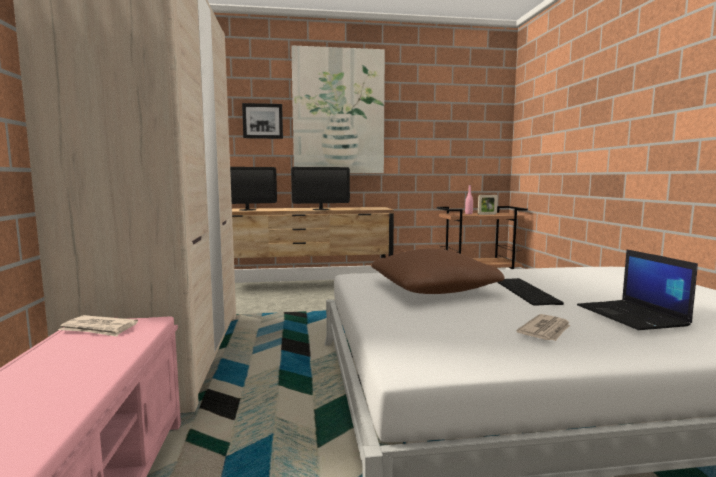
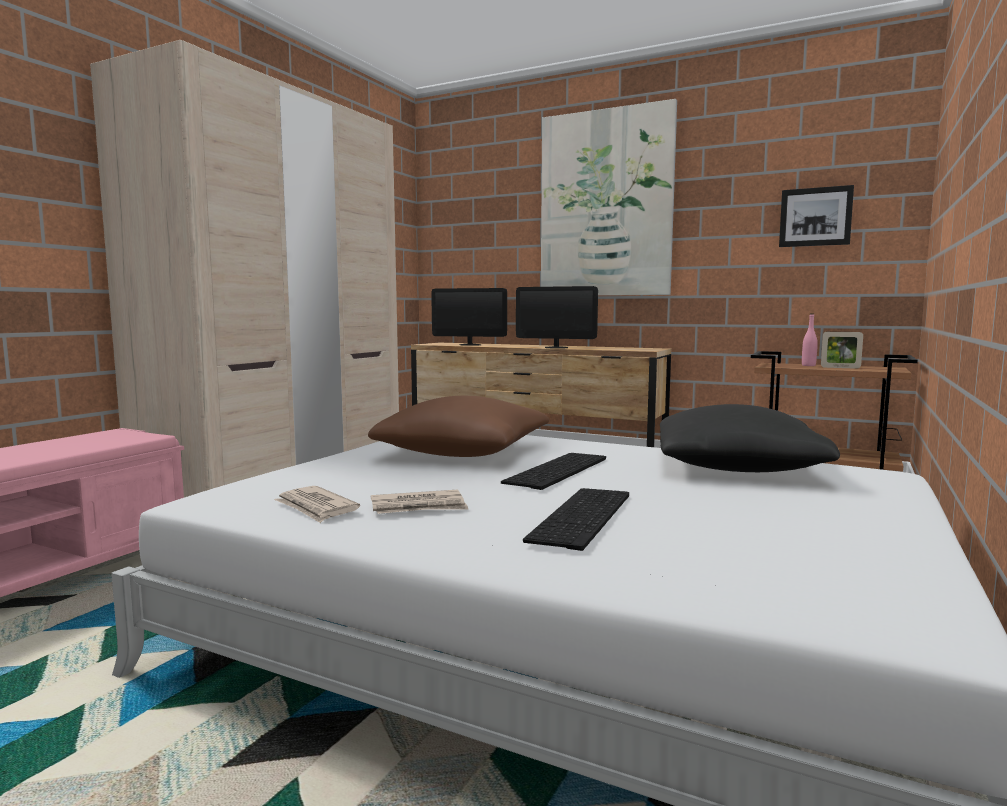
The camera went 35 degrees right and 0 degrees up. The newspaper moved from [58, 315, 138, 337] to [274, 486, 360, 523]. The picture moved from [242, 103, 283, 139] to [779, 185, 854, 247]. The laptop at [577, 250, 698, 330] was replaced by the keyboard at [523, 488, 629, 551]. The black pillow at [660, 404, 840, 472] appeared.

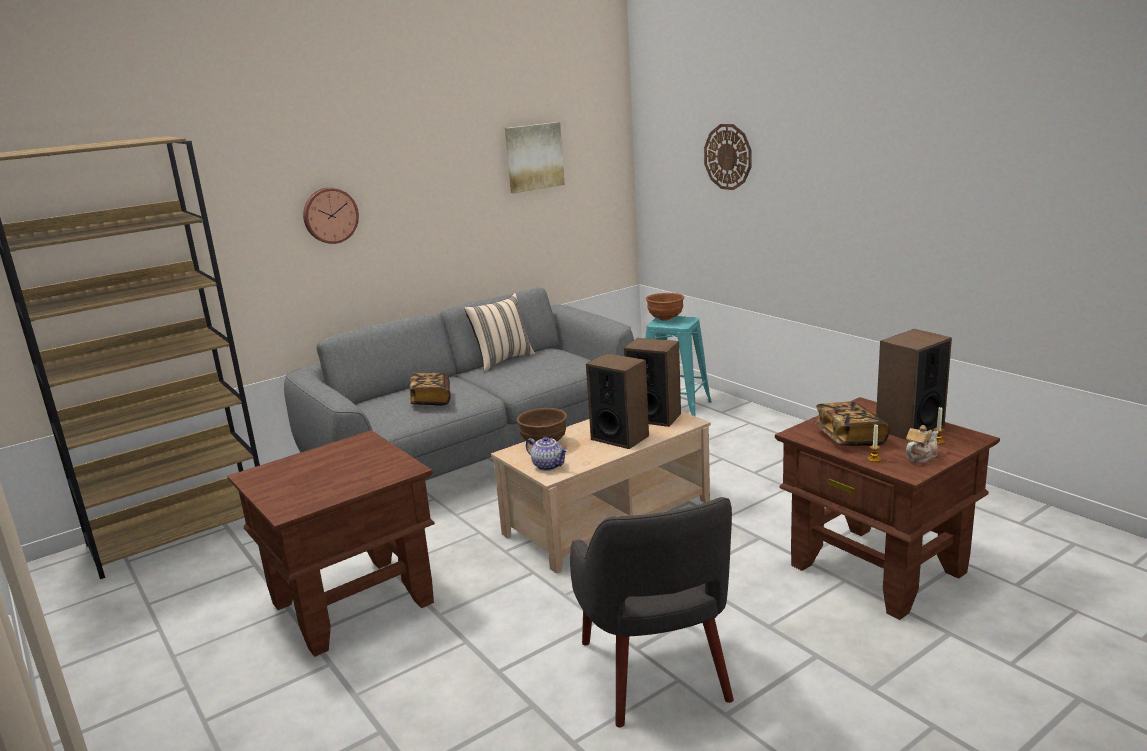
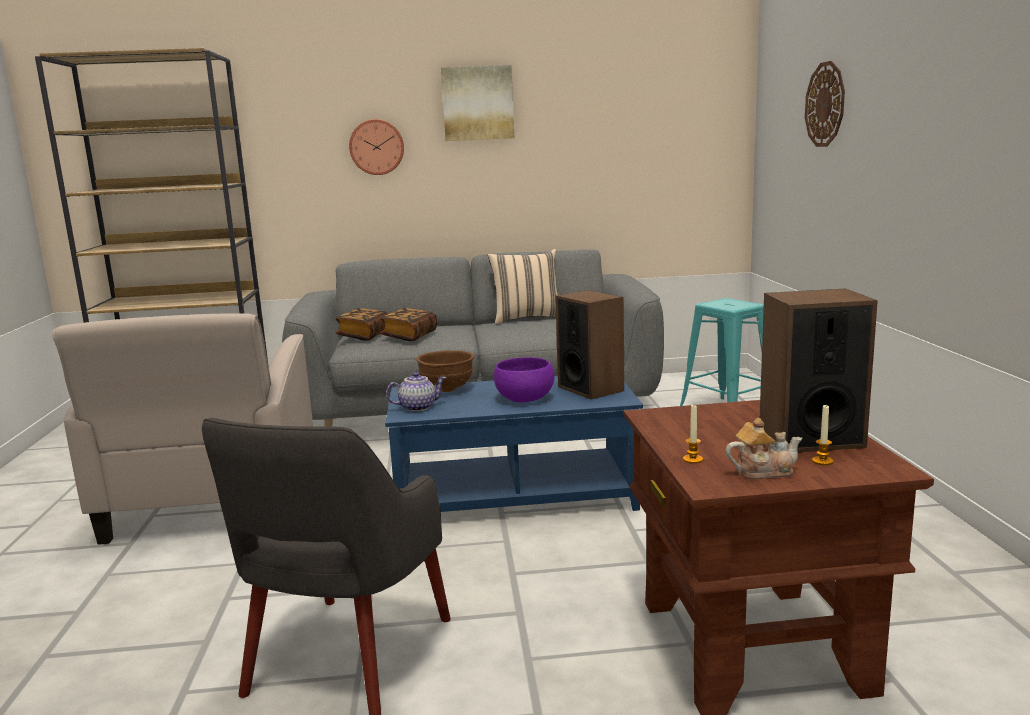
The camera went 30 degrees right and 5 degrees down. The brown side table at [227, 430, 435, 657] was replaced by the beige armchair at [52, 313, 313, 545]. The beige coffee table at [491, 411, 711, 574] became the blue coffee table at [385, 376, 643, 512]. The picture moved from [505, 122, 565, 193] to [441, 65, 514, 141]. The teapot at [526, 437, 568, 471] turned 90 degrees counterclockwise. The speaker at [586, 353, 649, 449] was replaced by the purple bowl at [494, 357, 554, 402]. The brown bowl at [646, 293, 684, 321] disappeared. The book moved from [814, 402, 890, 446] to [335, 308, 389, 341].

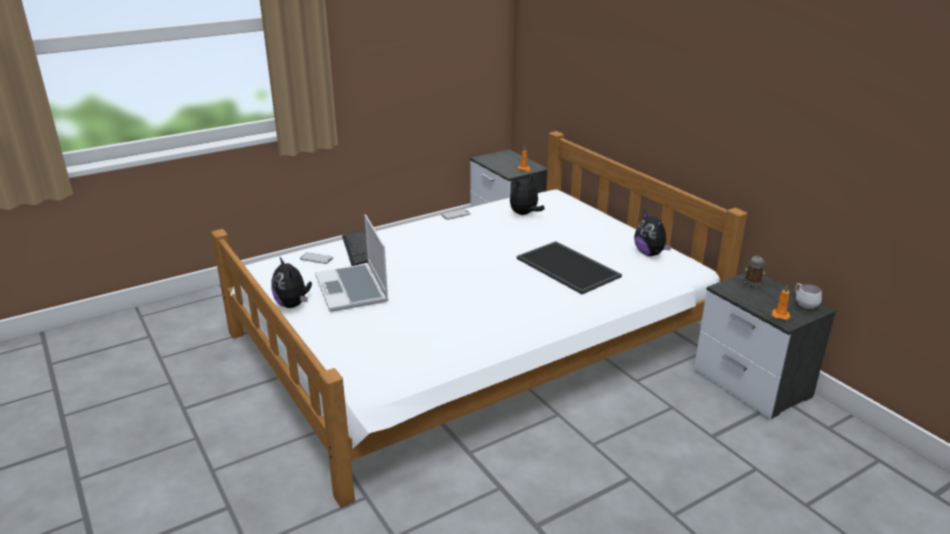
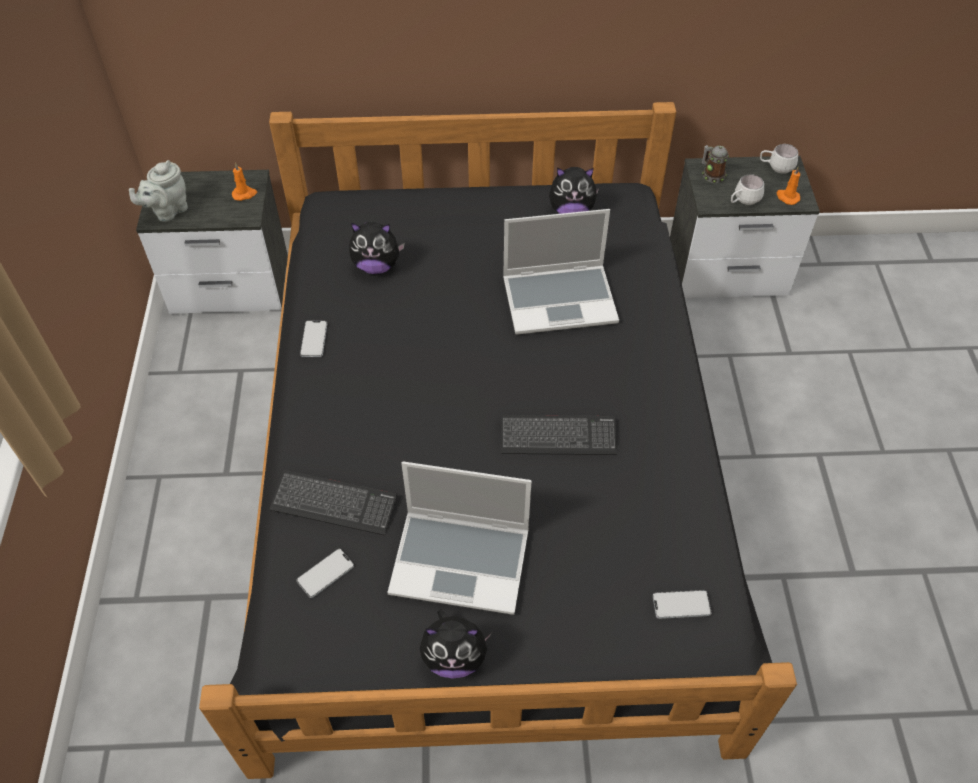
The camera went 60 degrees left and 25 degrees up. The white bed at [211, 131, 747, 507] became the black bed at [199, 102, 797, 779]. The plush toy at [510, 175, 545, 215] turned 75 degrees counterclockwise. The tray at [517, 241, 622, 294] was replaced by the laptop at [503, 209, 619, 335]. The grey teapot at [129, 160, 188, 222] appeared. The keyboard at [501, 415, 617, 455] appeared. The phone at [653, 590, 712, 619] appeared. The white mug at [731, 174, 764, 205] appeared.

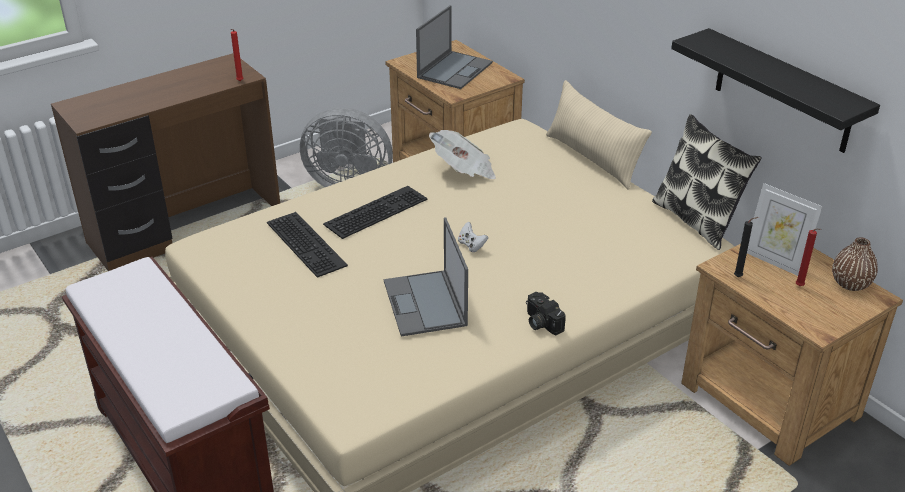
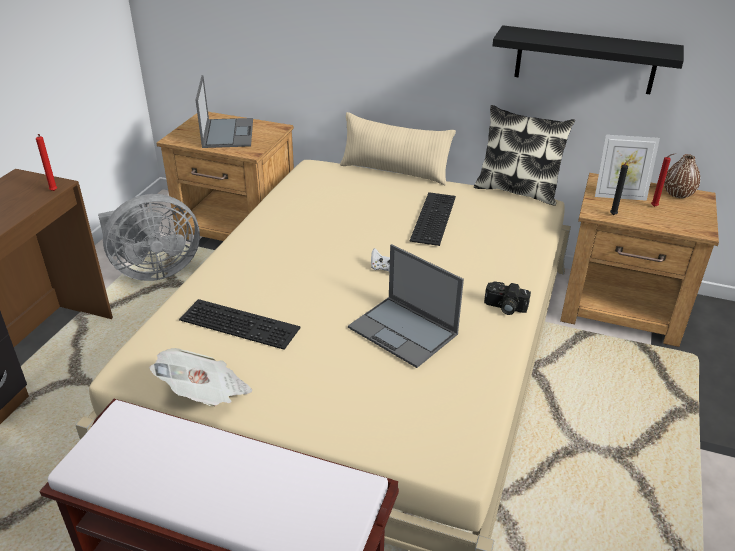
The camera went 35 degrees left and 0 degrees up. The keyboard moved from [323, 186, 428, 239] to [410, 192, 456, 246]. The newspaper moved from [429, 130, 496, 179] to [149, 348, 252, 406].

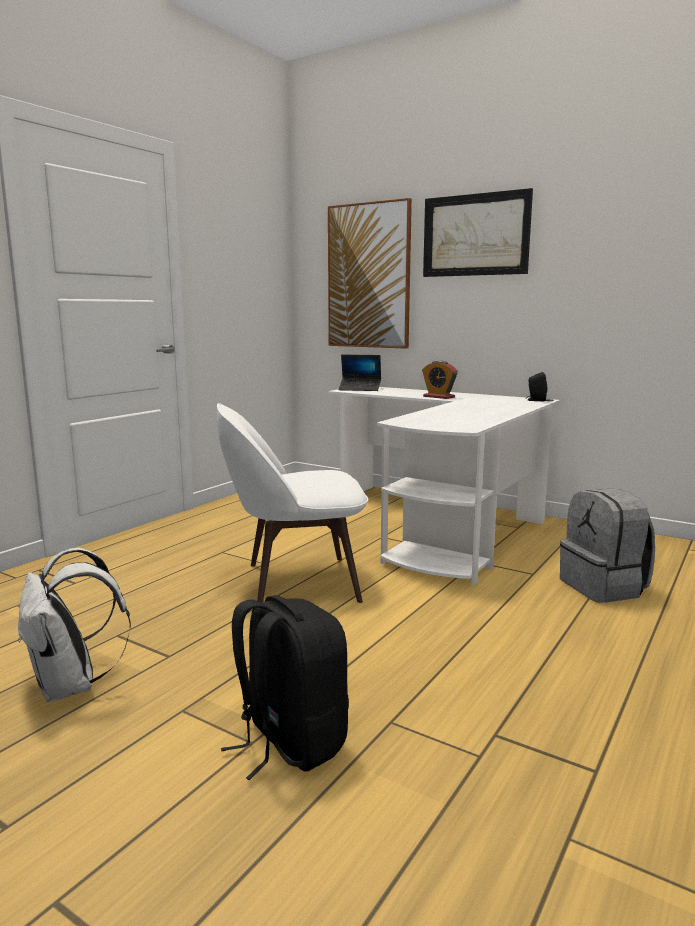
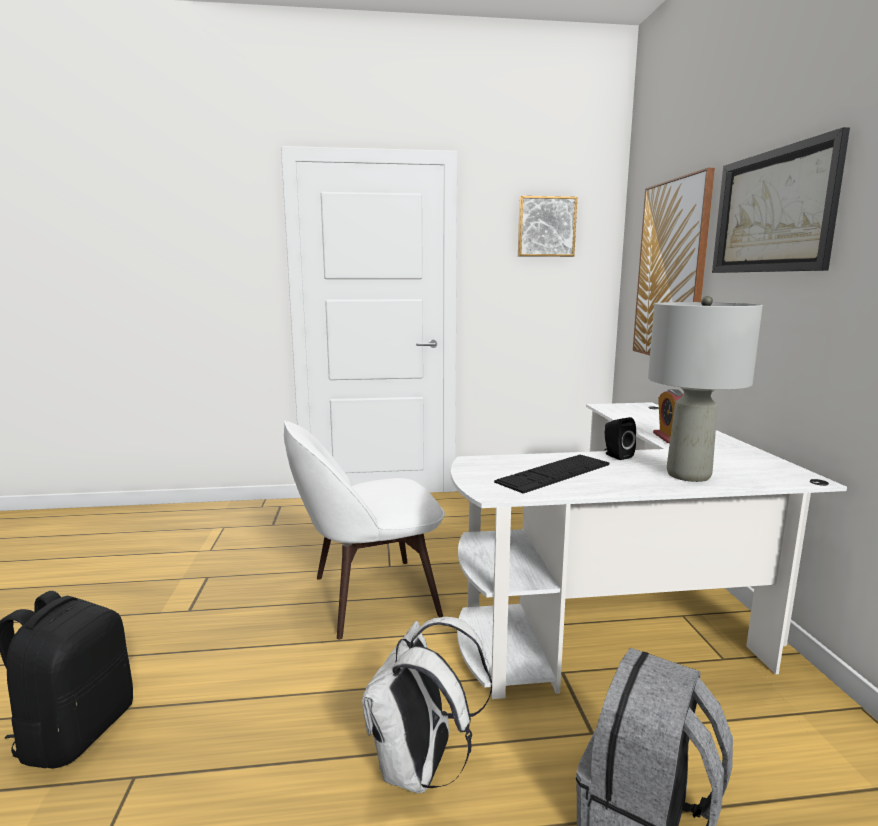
The camera went 50 degrees right and 0 degrees up. The white backpack moved from [18, 548, 131, 702] to [362, 617, 492, 793]. The white chair at [217, 403, 368, 603] turned 60 degrees counterclockwise. The laptop at [339, 355, 381, 391] disappeared. The black speaker moved from [526, 372, 547, 401] to [605, 417, 636, 460]. The keyboard at [494, 454, 609, 494] appeared. The picture at [518, 196, 577, 257] appeared. The grey table lamp at [648, 296, 763, 482] appeared.

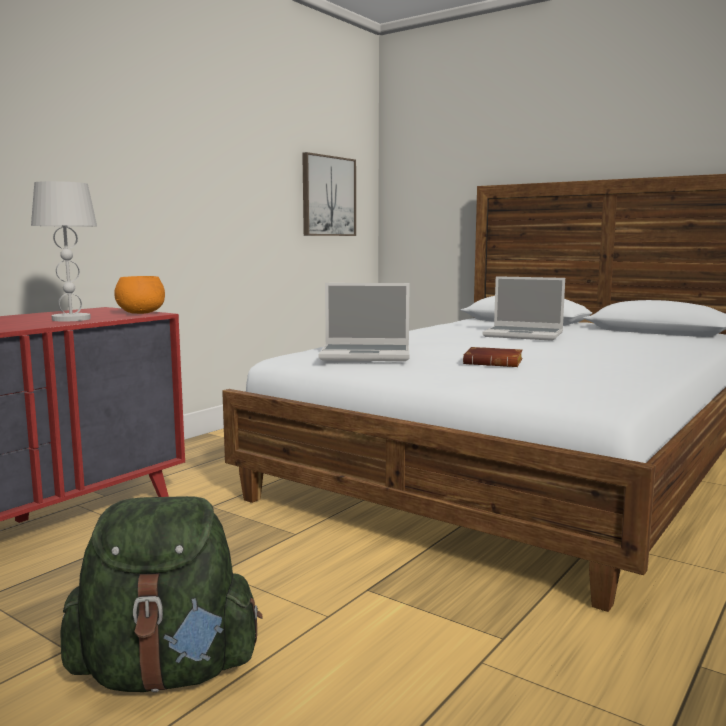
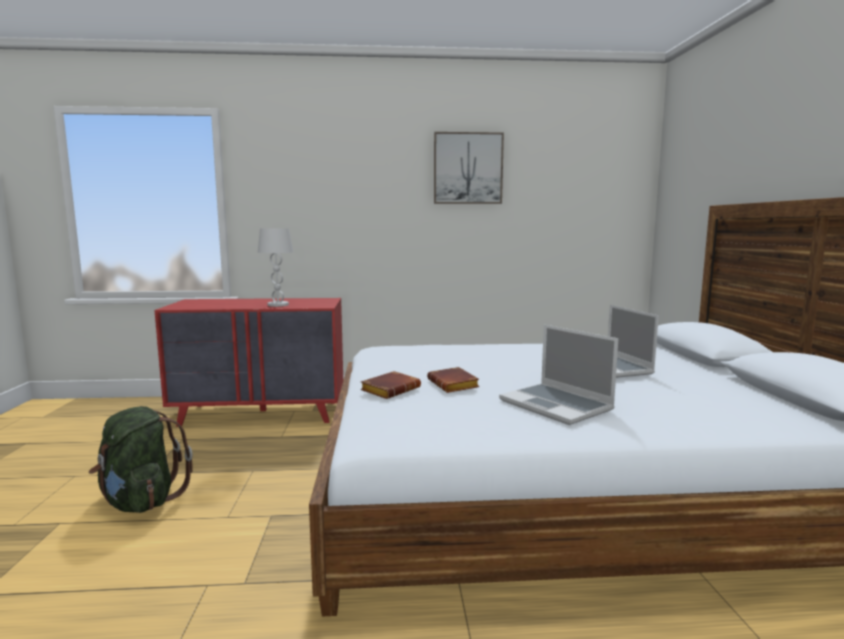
The camera went 50 degrees right and 0 degrees up. The orange bowl at [114, 276, 165, 314] disappeared. The picture moved from [302, 152, 356, 236] to [434, 132, 504, 204]. The laptop moved from [319, 283, 410, 361] to [499, 325, 618, 425]. The brown book at [360, 371, 421, 399] appeared.

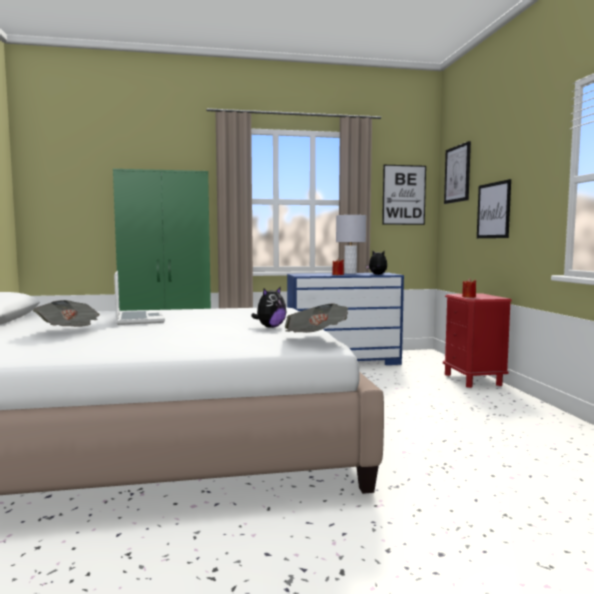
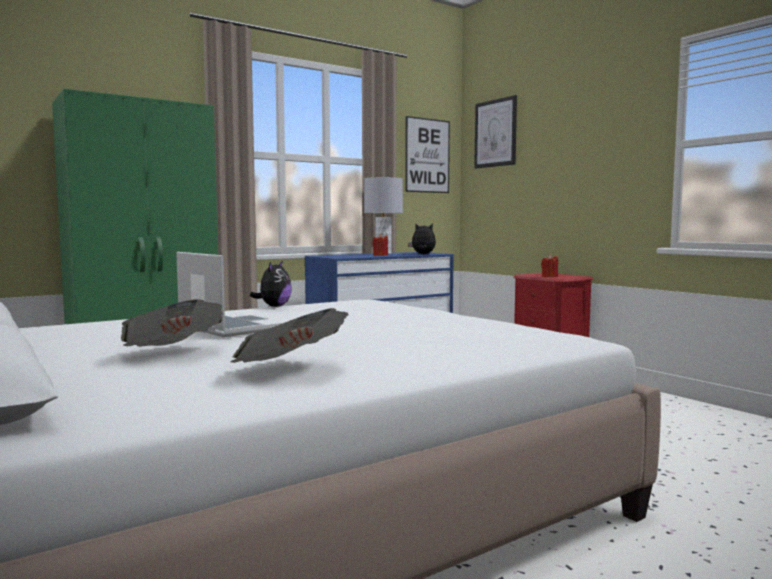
The camera went 25 degrees left and 0 degrees up. The plush toy moved from [251, 287, 287, 328] to [250, 260, 292, 307]. The newspaper moved from [285, 303, 348, 333] to [230, 308, 349, 363]. The picture at [477, 179, 511, 238] disappeared.

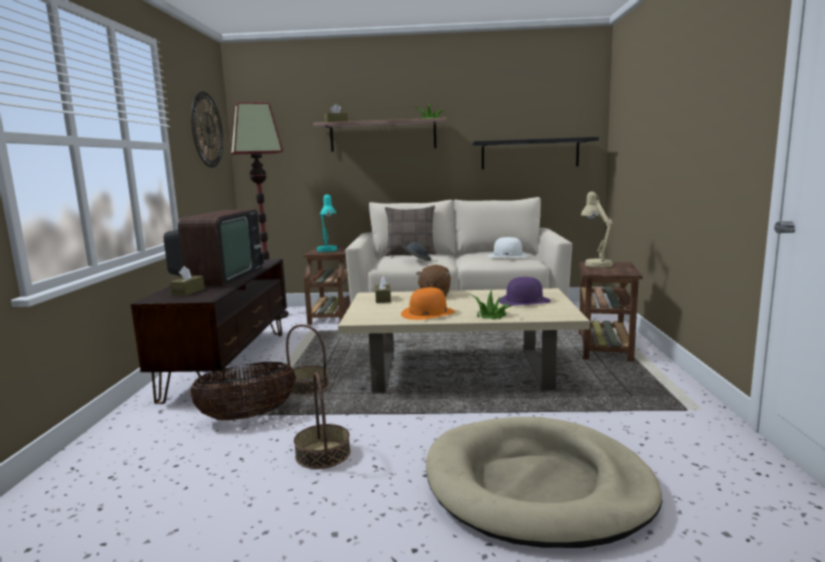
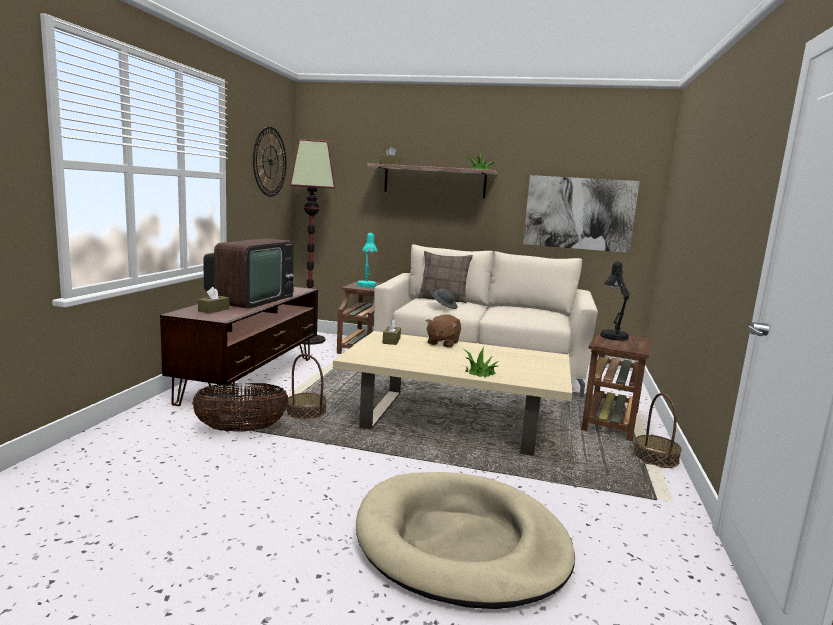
The camera went 10 degrees right and 0 degrees up. The basket moved from [294, 372, 351, 469] to [633, 393, 682, 468]. The orange hat at [401, 287, 455, 320] disappeared. The black shelf at [472, 137, 599, 169] was replaced by the picture at [523, 175, 640, 253]. The white hat at [488, 237, 529, 258] disappeared. The purple hat at [499, 277, 551, 306] disappeared. The beige table lamp at [581, 192, 613, 268] became the black table lamp at [600, 261, 630, 341].

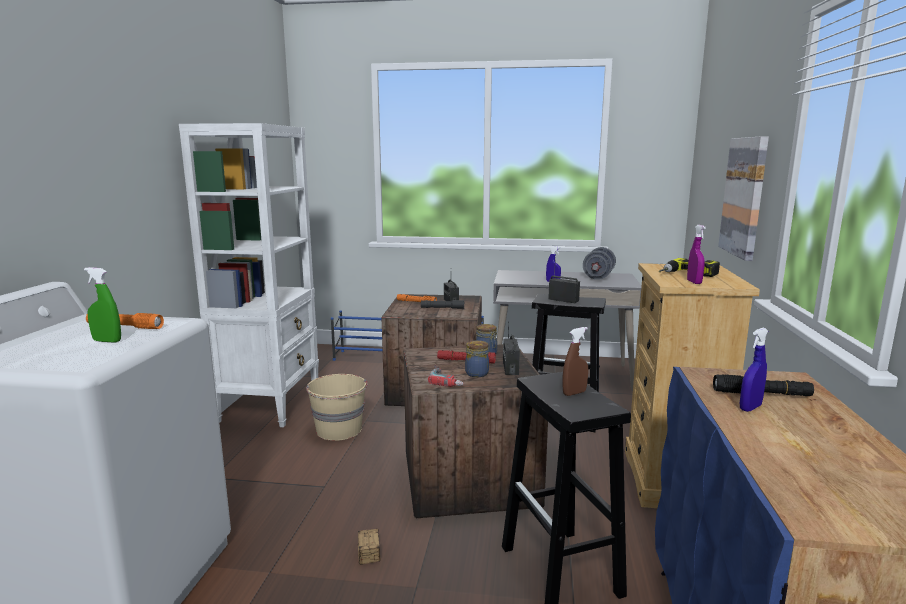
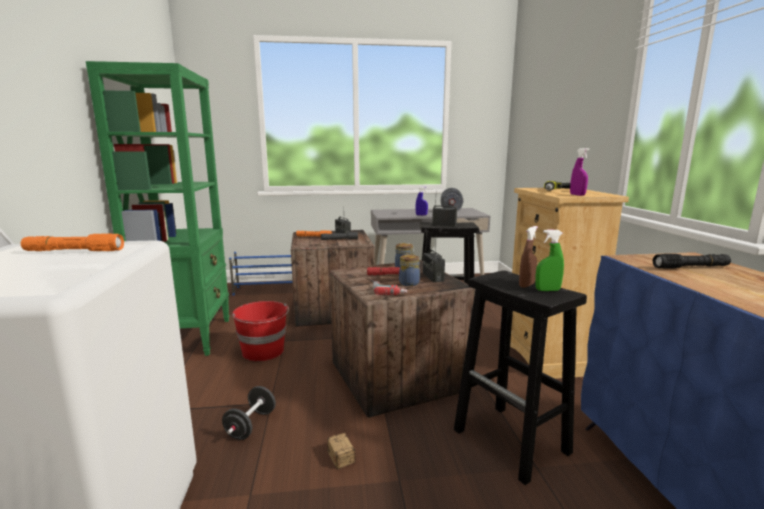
The camera went 15 degrees left and 0 degrees up. The green spray bottle moved from [84, 267, 121, 343] to [535, 230, 564, 291]. The white bookcase at [179, 123, 319, 427] became the green bookcase at [86, 61, 230, 356]. The beige bucket at [306, 374, 368, 441] became the red bucket at [232, 301, 289, 361]. The picture at [718, 136, 769, 261] disappeared. The blue spray bottle at [740, 328, 768, 412] disappeared. The black dumbbell at [222, 386, 276, 440] appeared.

